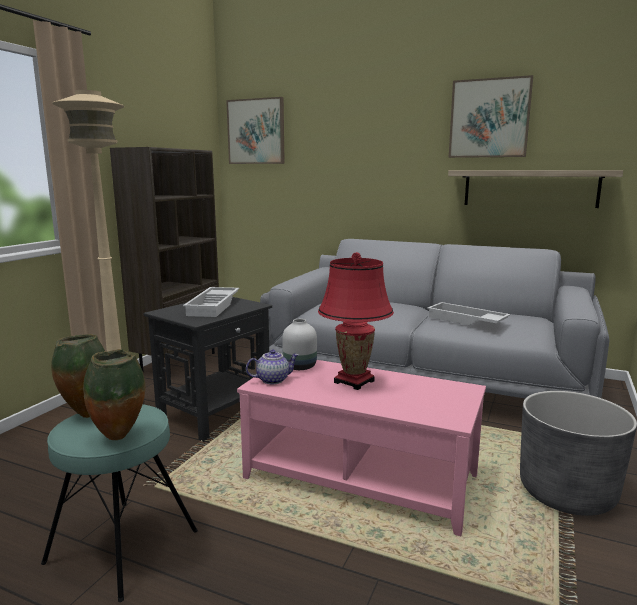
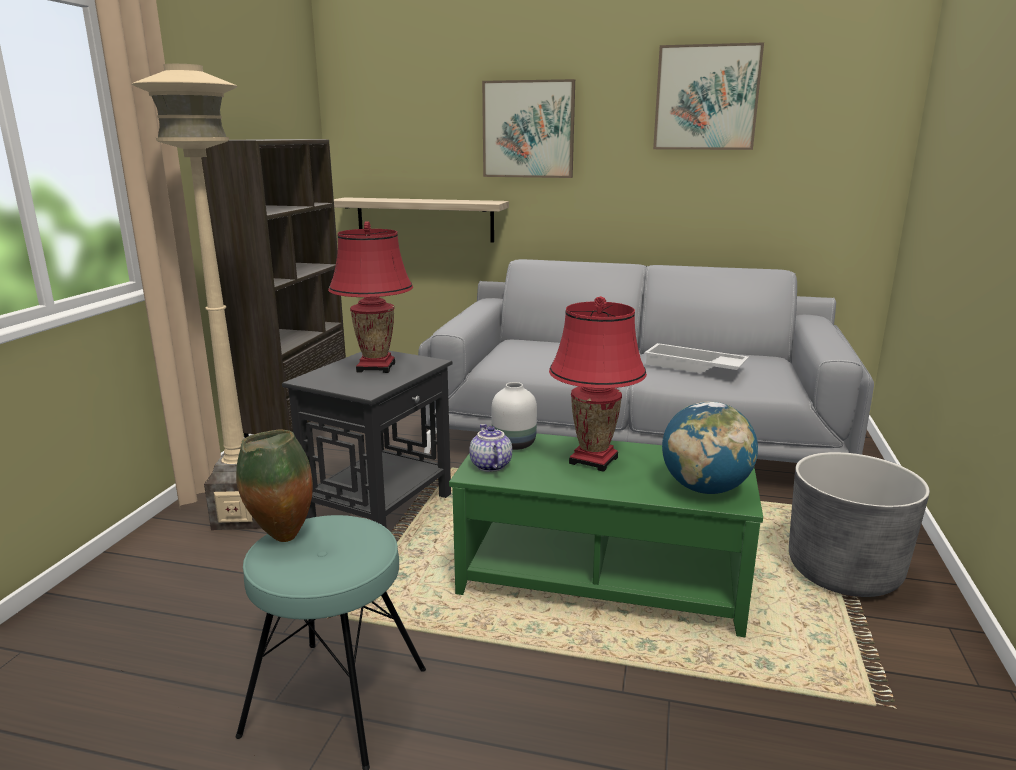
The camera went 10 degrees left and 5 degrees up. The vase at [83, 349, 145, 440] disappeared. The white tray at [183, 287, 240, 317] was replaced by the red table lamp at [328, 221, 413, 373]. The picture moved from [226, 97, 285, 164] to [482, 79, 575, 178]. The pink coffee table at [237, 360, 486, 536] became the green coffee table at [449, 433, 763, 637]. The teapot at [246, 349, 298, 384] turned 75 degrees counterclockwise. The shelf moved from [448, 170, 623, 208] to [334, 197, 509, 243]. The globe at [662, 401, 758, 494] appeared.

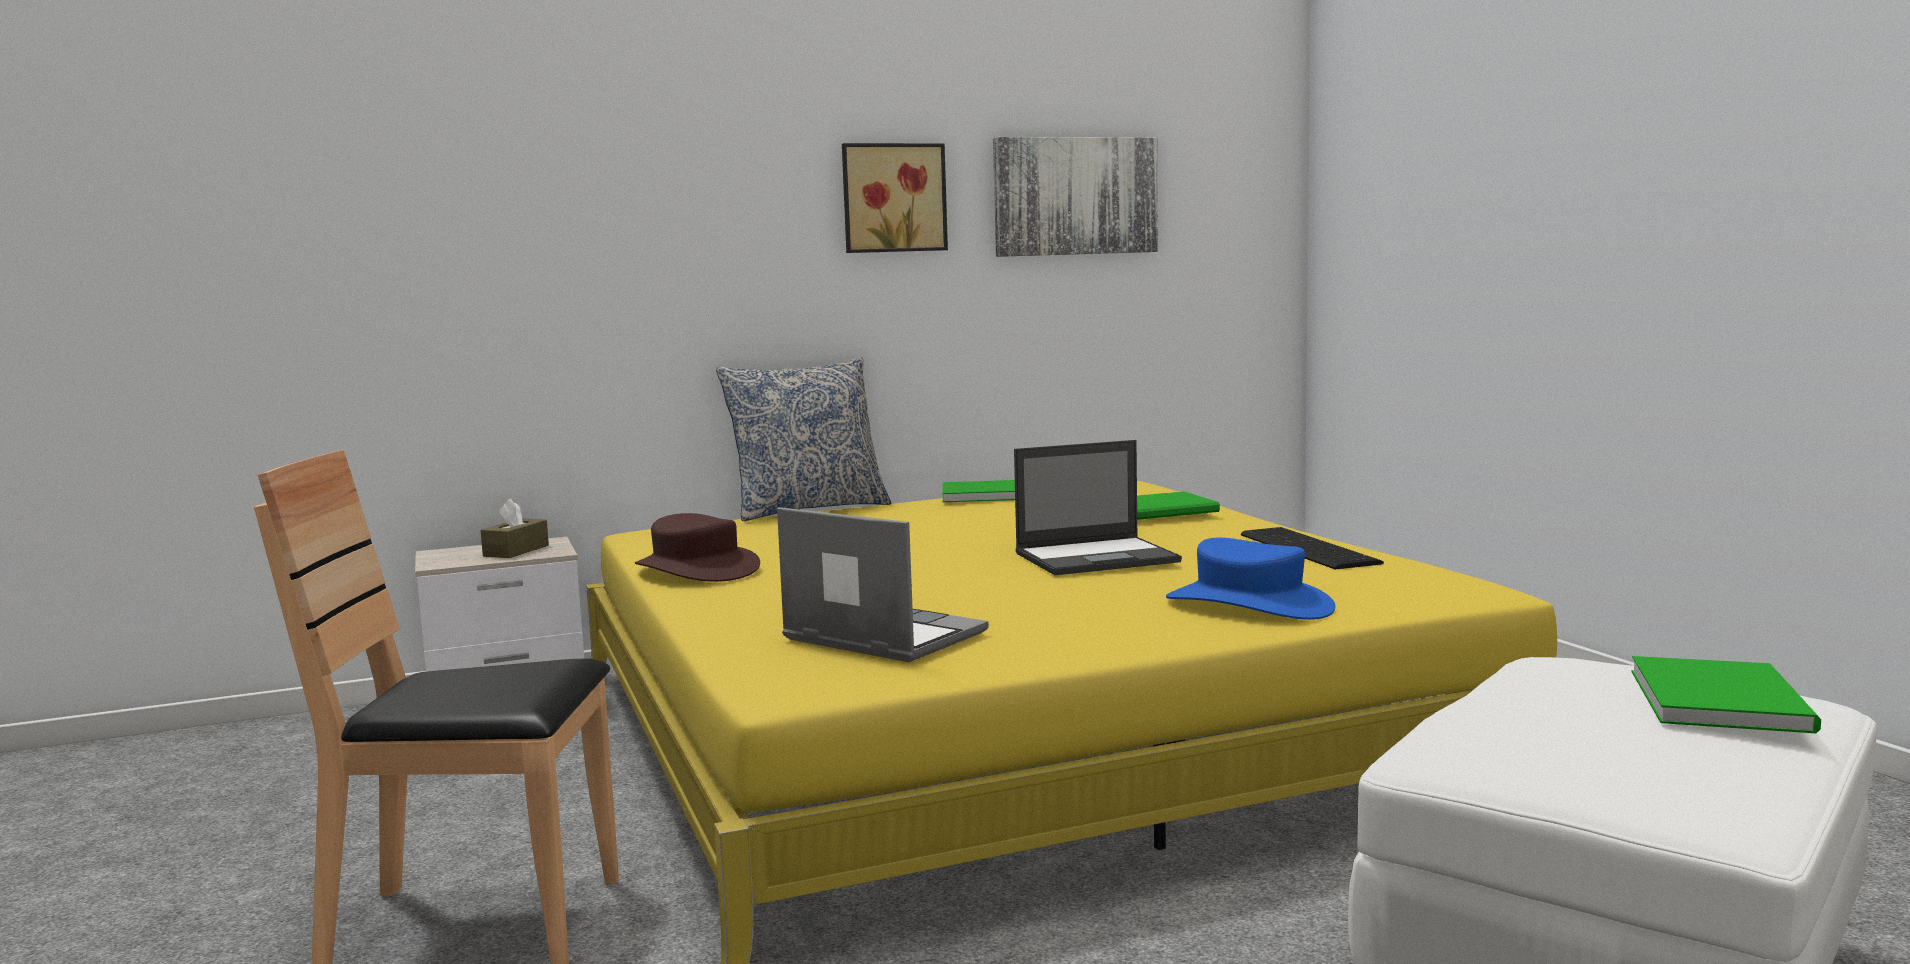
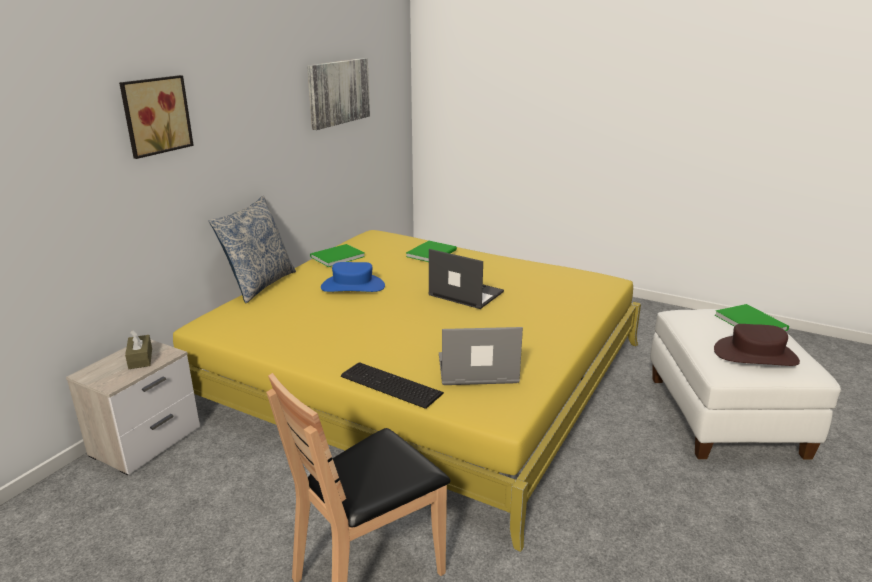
The camera went 40 degrees left and 15 degrees up. The brown hat moved from [635, 513, 760, 582] to [714, 324, 800, 366]. The picture moved from [842, 143, 948, 253] to [119, 75, 194, 159]. The laptop at [1014, 440, 1182, 575] turned 90 degrees counterclockwise. The blue hat moved from [1166, 538, 1336, 620] to [321, 262, 385, 292]. The keyboard moved from [1241, 527, 1384, 570] to [341, 363, 444, 409].

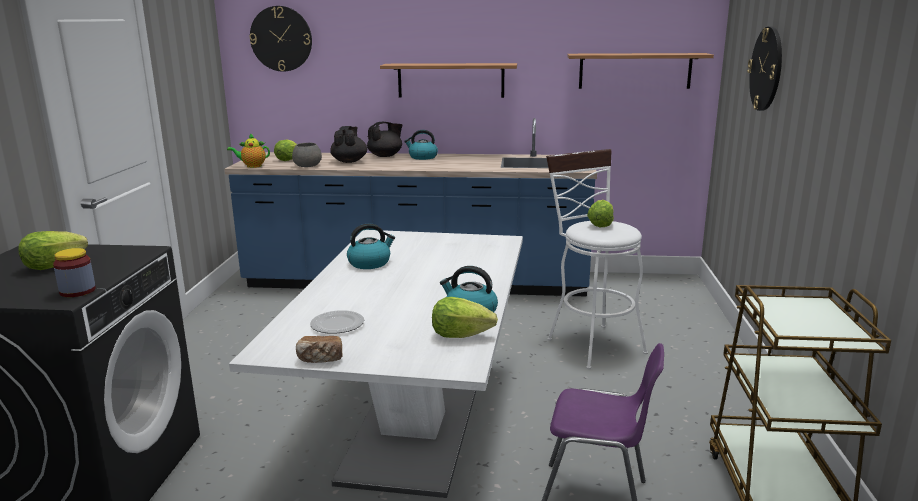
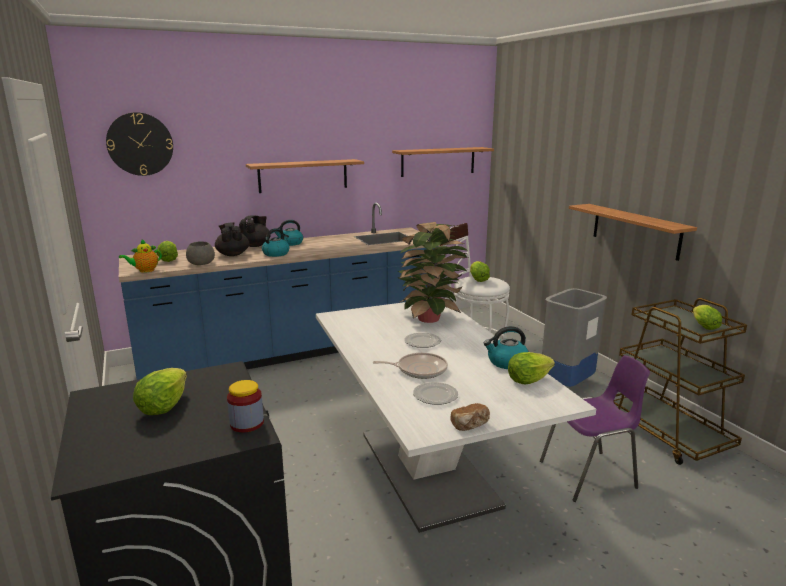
The camera went 30 degrees left and 0 degrees up. The kettle moved from [347, 224, 395, 269] to [262, 228, 289, 257]. The wall clock at [747, 27, 782, 111] disappeared. The frying pan at [373, 353, 448, 379] appeared. The potted plant at [397, 222, 468, 323] appeared. The plate at [404, 332, 441, 348] appeared. The grey trash can at [542, 288, 607, 387] appeared. The shelf at [569, 204, 697, 261] appeared. The lettuce at [693, 305, 722, 330] appeared.

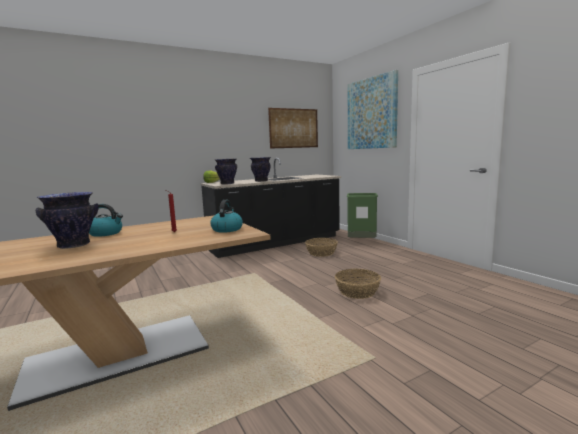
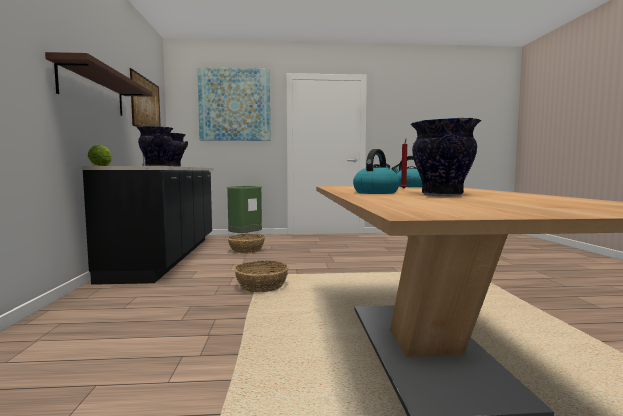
The camera went 65 degrees left and 5 degrees down. The basket moved from [335, 269, 381, 299] to [234, 261, 289, 293]. The shelf at [45, 52, 153, 116] appeared.

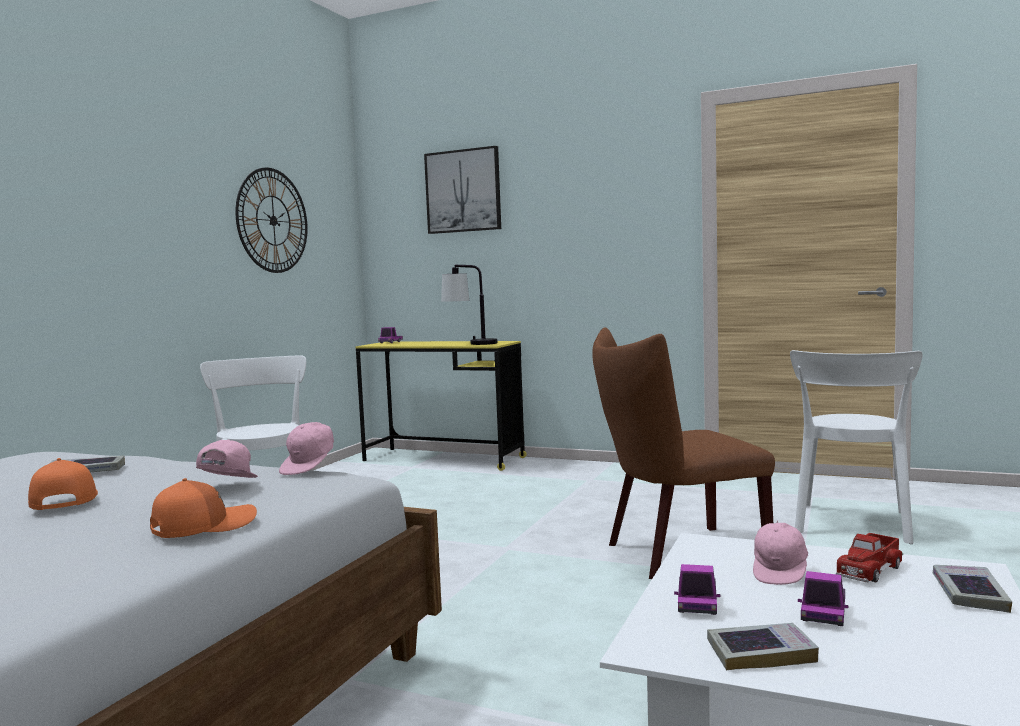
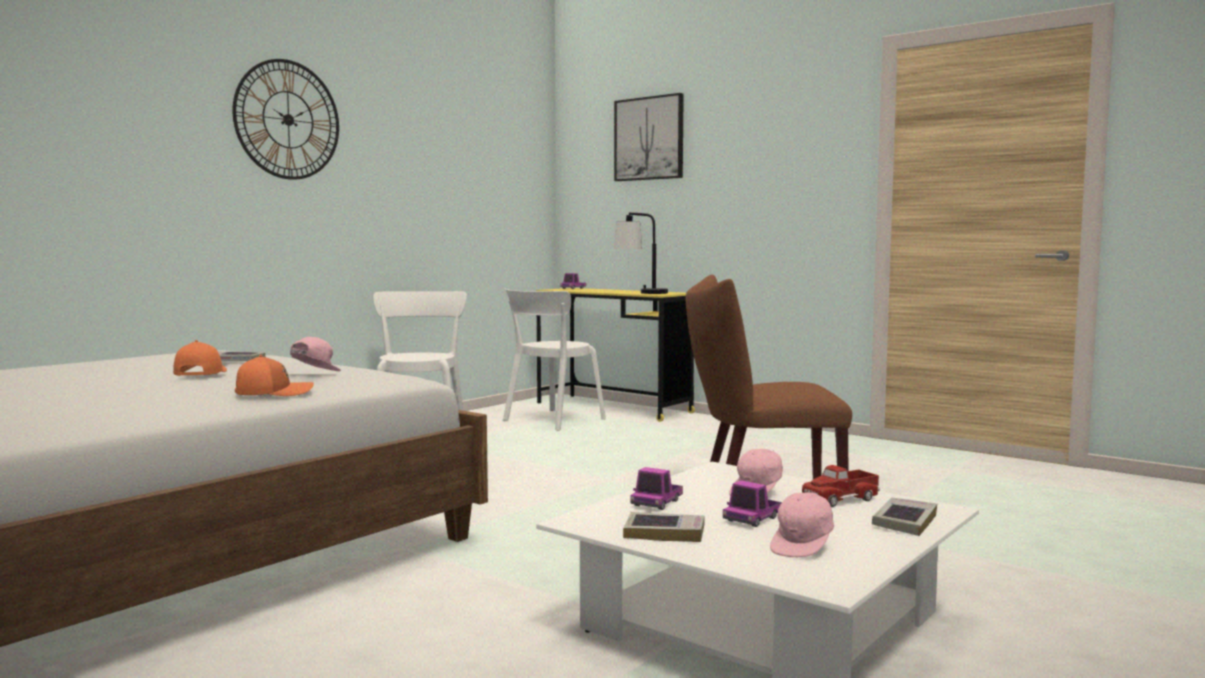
The camera went 15 degrees right and 0 degrees up. The wall clock moved from [235, 168, 308, 273] to [233, 59, 339, 180]. The pink cap moved from [279, 422, 334, 475] to [770, 492, 834, 557]. The white chair moved from [790, 350, 923, 544] to [503, 288, 606, 431].

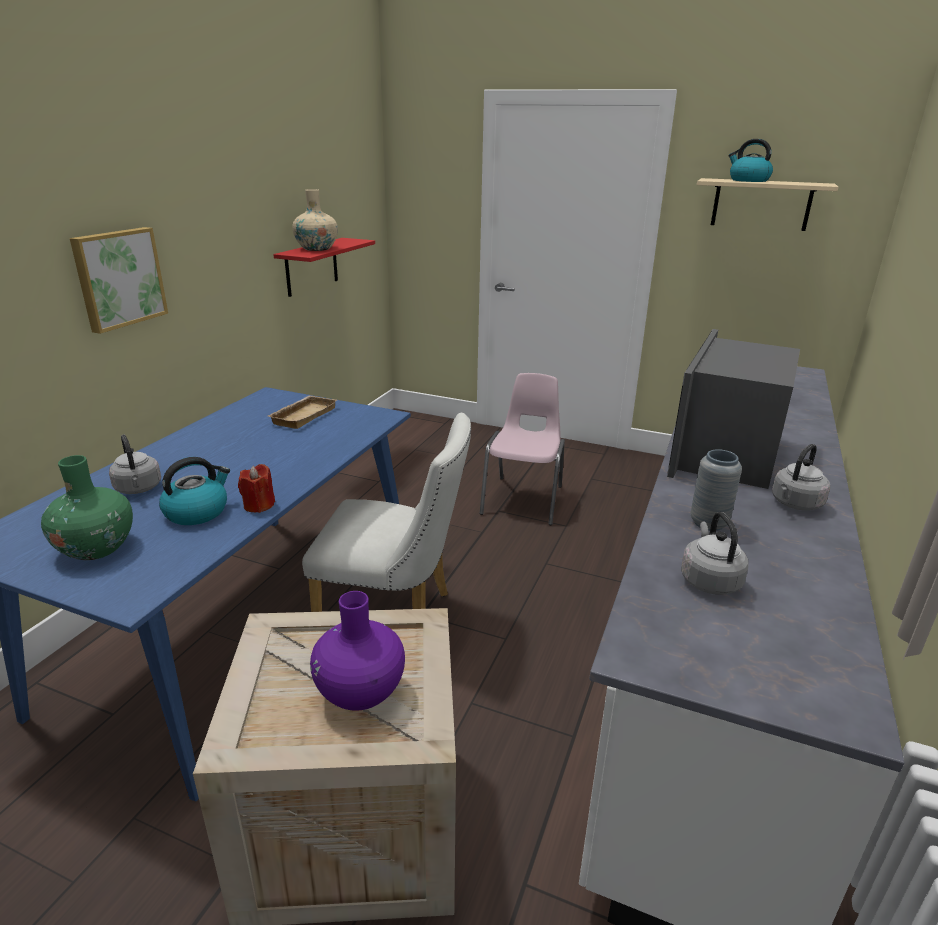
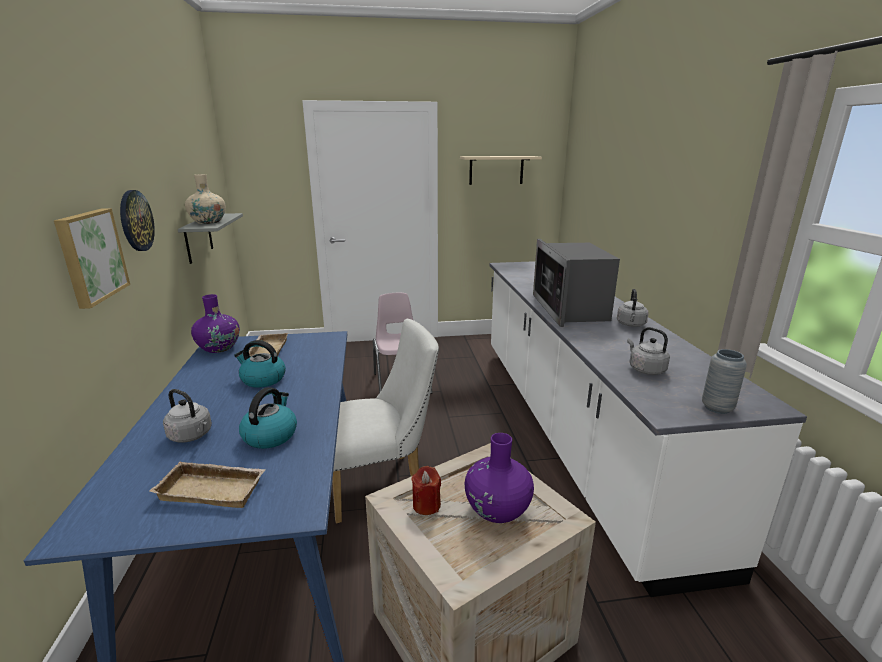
The camera went 30 degrees left and 5 degrees down. The green vase at [41, 455, 133, 560] was replaced by the beige tray at [149, 462, 265, 508]. The red candle moved from [238, 464, 275, 513] to [411, 466, 441, 515]. The red shelf at [273, 238, 375, 297] became the grey shelf at [178, 213, 243, 264]. The grey vase moved from [690, 449, 742, 531] to [702, 349, 747, 414]. The kettle moved from [728, 139, 773, 182] to [234, 340, 286, 388]. The wall clock at [120, 190, 155, 251] appeared. The purple vase at [191, 294, 240, 353] appeared.

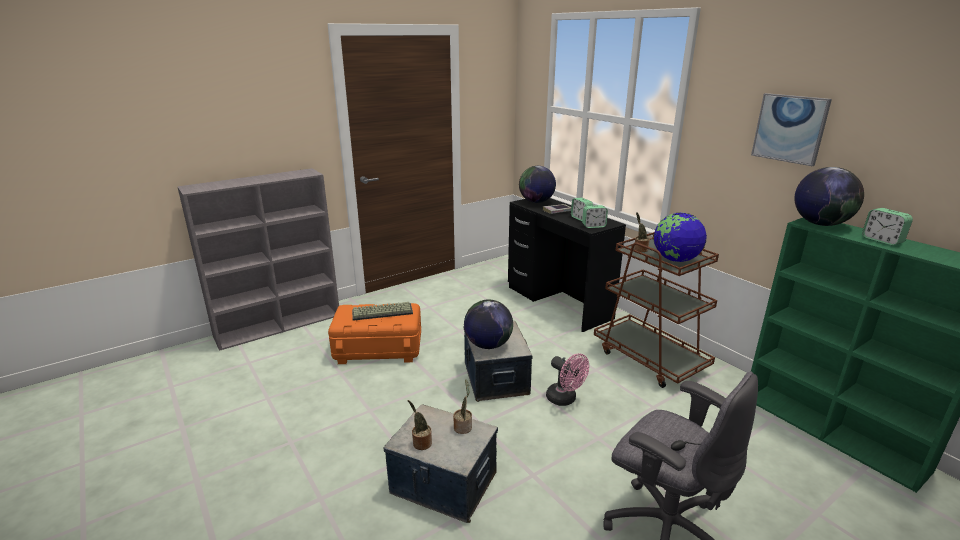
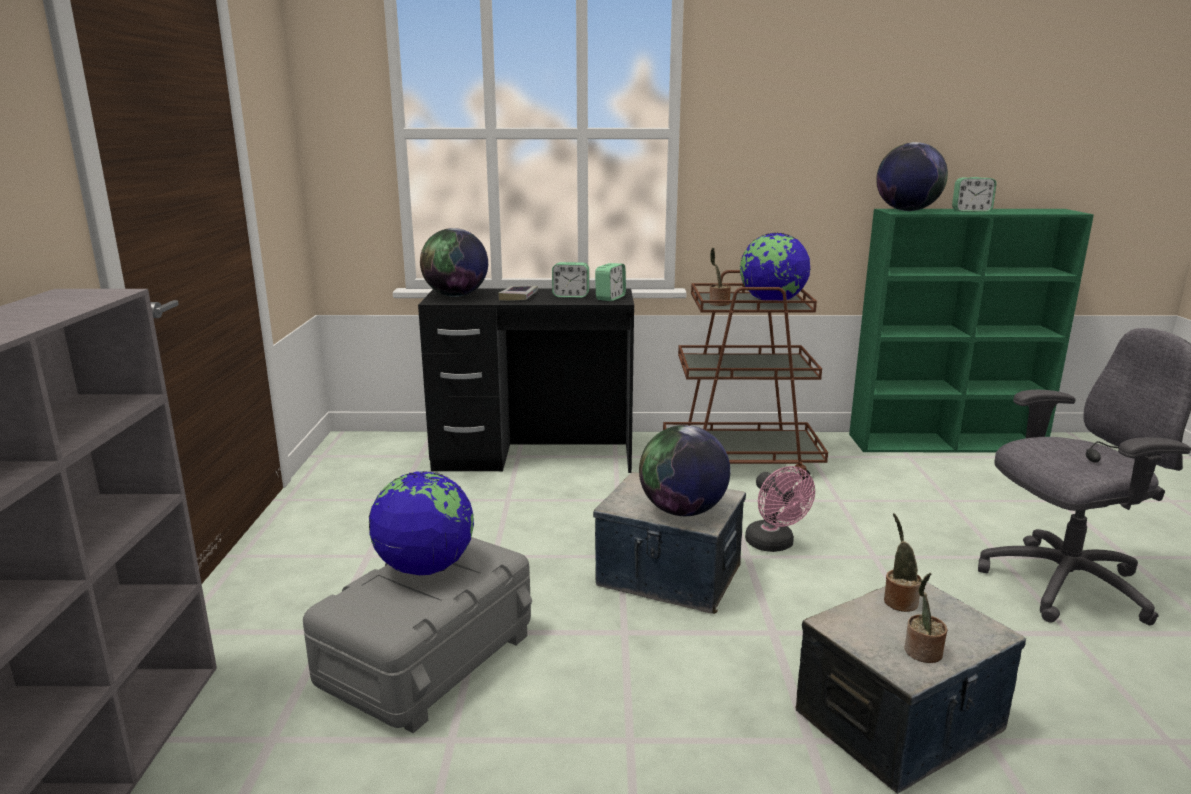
The camera went 55 degrees left and 5 degrees down. The orange storage box at [328, 303, 421, 364] became the grey storage box at [303, 537, 532, 733]. The keyboard at [352, 302, 413, 321] was replaced by the globe at [369, 471, 474, 575]. The pink fan at [546, 353, 589, 406] turned 75 degrees clockwise. The picture at [751, 93, 832, 166] disappeared.

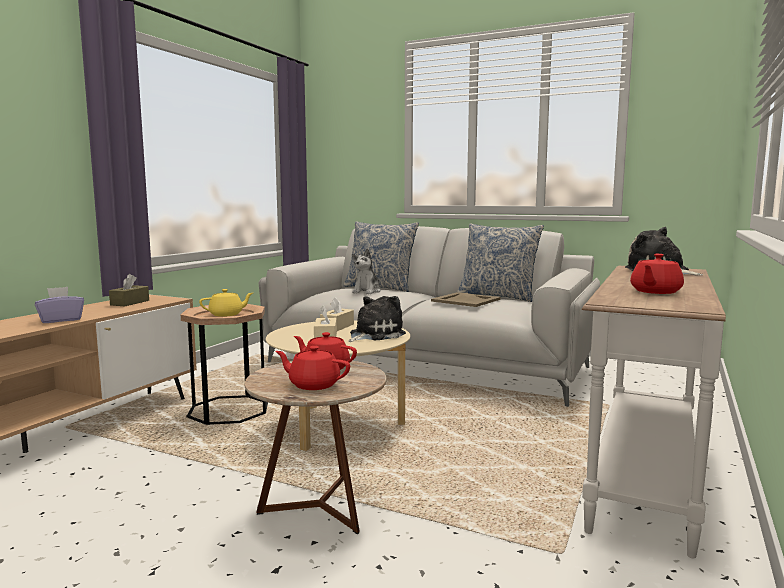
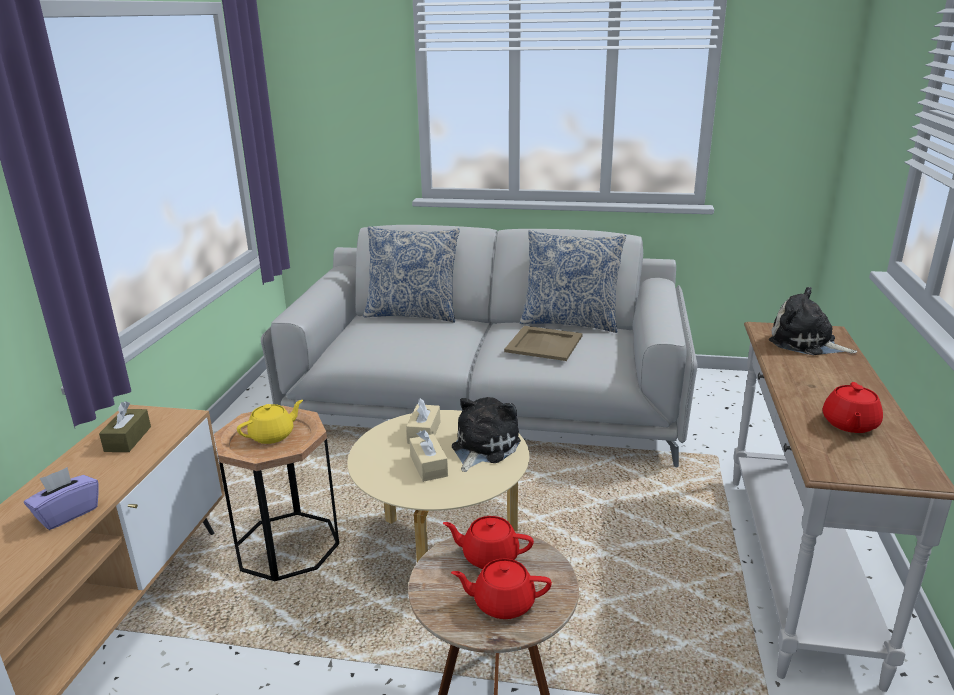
The camera went 15 degrees left and 15 degrees up. The plush toy at [352, 248, 381, 294] disappeared.

